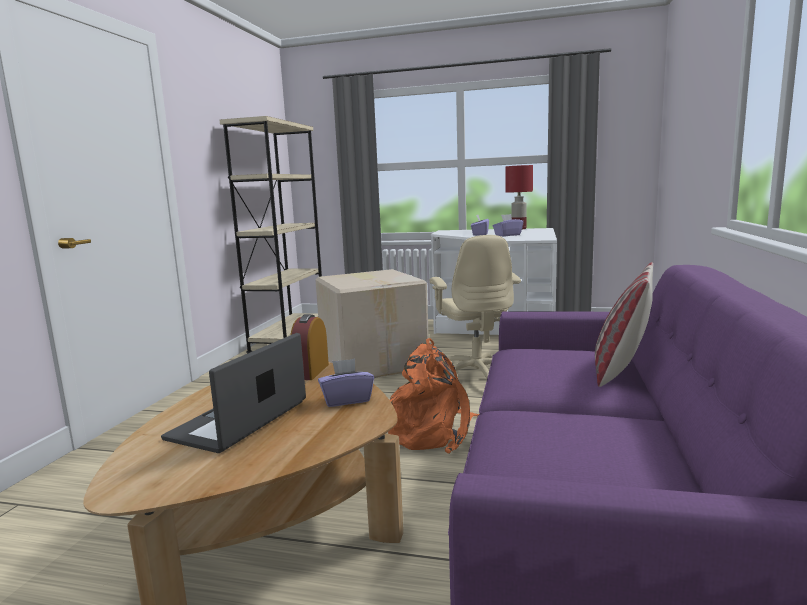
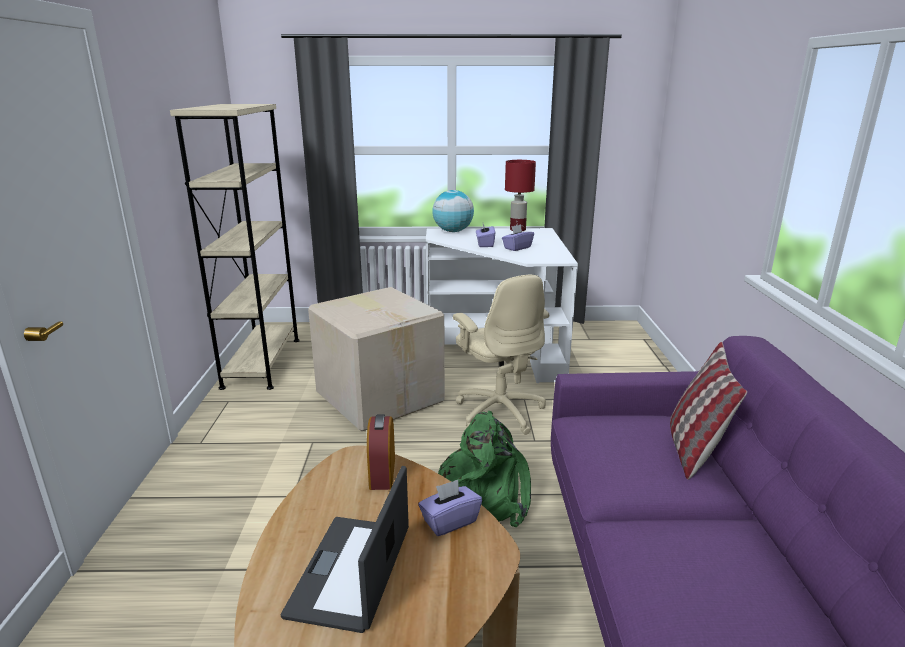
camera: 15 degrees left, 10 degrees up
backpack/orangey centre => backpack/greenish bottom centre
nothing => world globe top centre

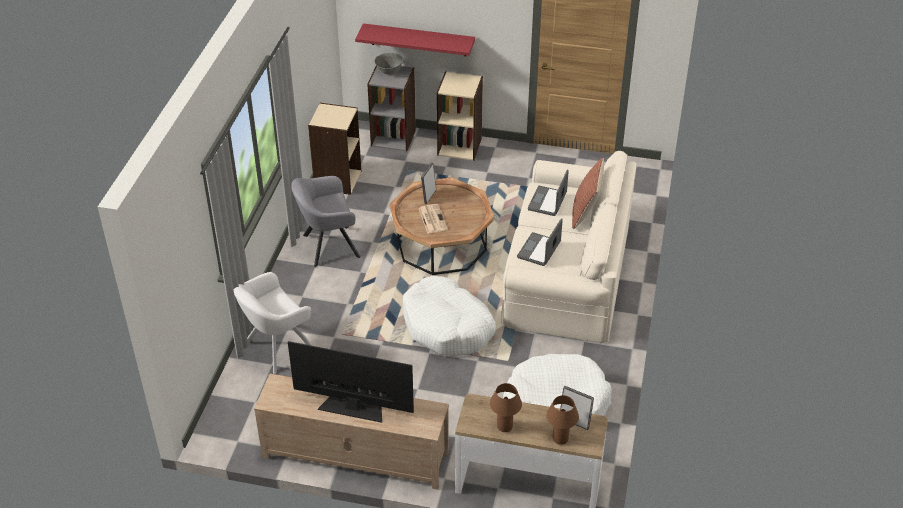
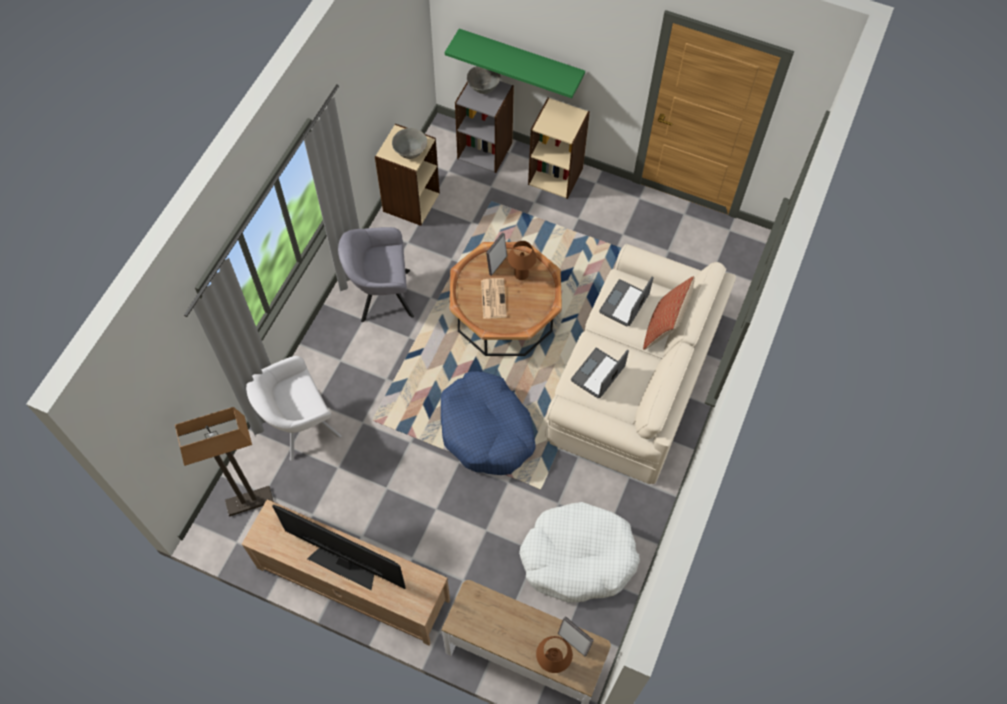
camera: 10 degrees right, 20 degrees up
wall shelf/reddish top centre => wall shelf/greenish top centre
dog cushion/whitish (no. 1 from left) centre => dog cushion/blue centre
tabletop lamp/brown (no. 1 from left) bottom centre => tabletop lamp/brown (no. 1 from left) centre, relocated
nothing => floor lamp middle left
nothing => serving bowl/greyish (no. 1 from left) top centre

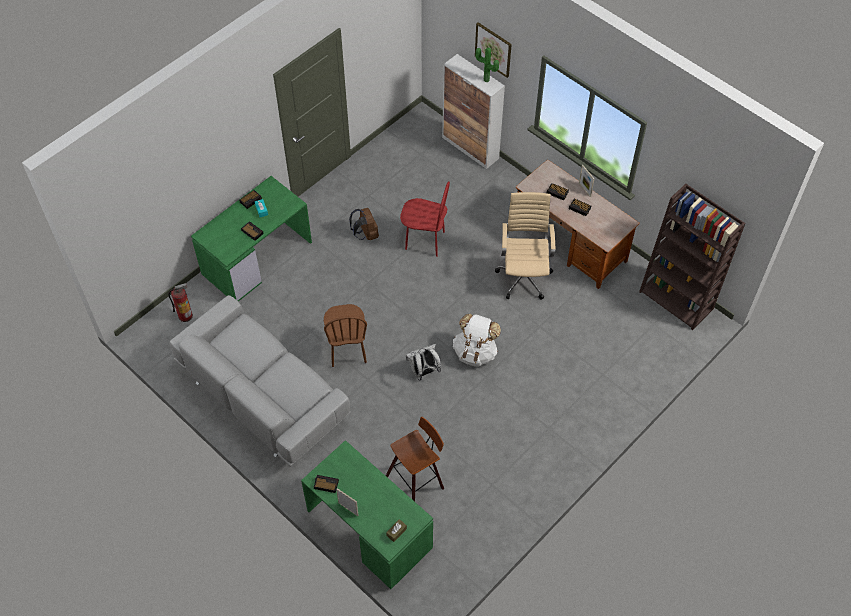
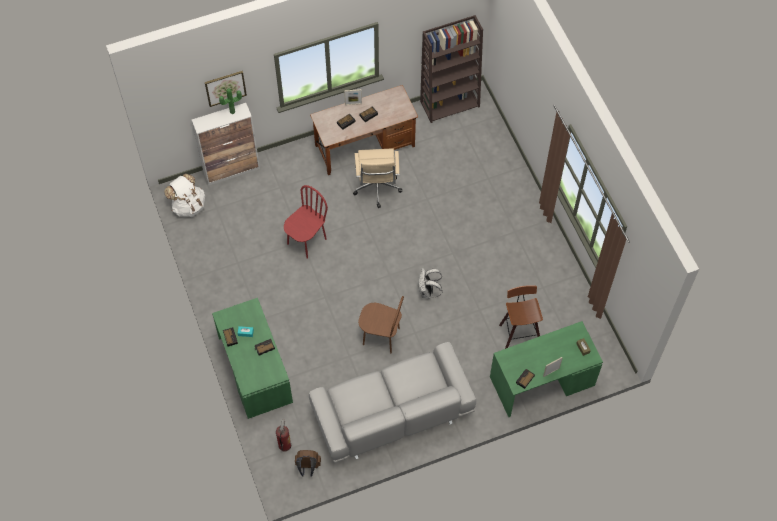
camera: 65 degrees left, 5 degrees up
backpack/brown centre => backpack/brown bottom centre, relocated
backpack/whitish (no. 2 from left in the first image) centre => backpack/whitish (no. 1 from left) middle left, relocated
office chair/beige-coloured centre, 120 degrees counterclockwise

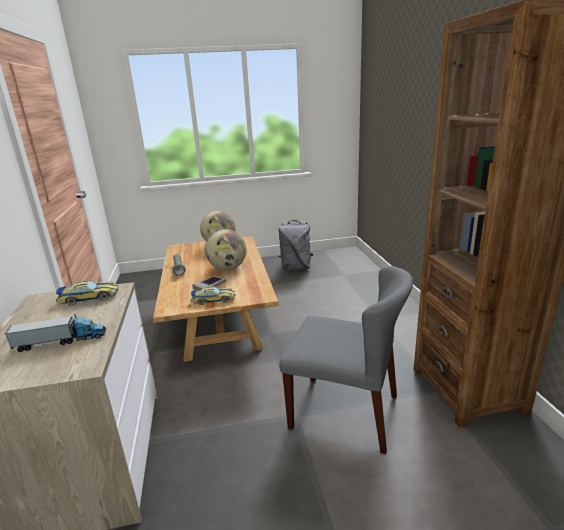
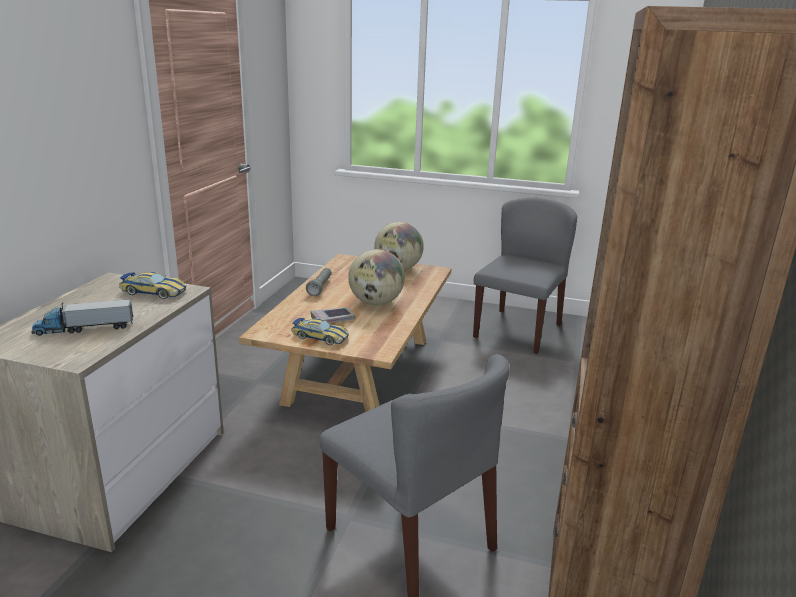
camera: 25 degrees right, 0 degrees up
toy truck middle left, 150 degrees clockwise
backpack/greyish centre => upright chair/greyish (no. 2 from left) centre

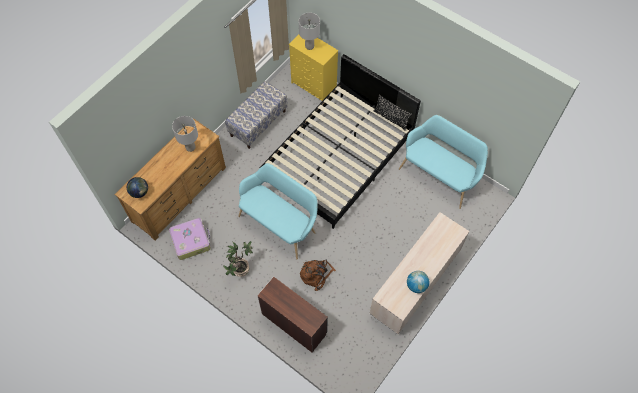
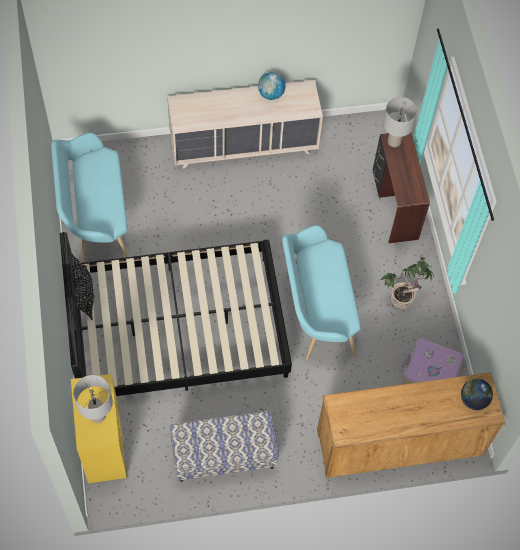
camera: 140 degrees left, 0 degrees up
tabletop lamp/greyish (no. 1 from left in the first image) middle left => tabletop lamp/greyish (no. 2 from left) top right, relocated
backpack/brown bottom centre => nothing

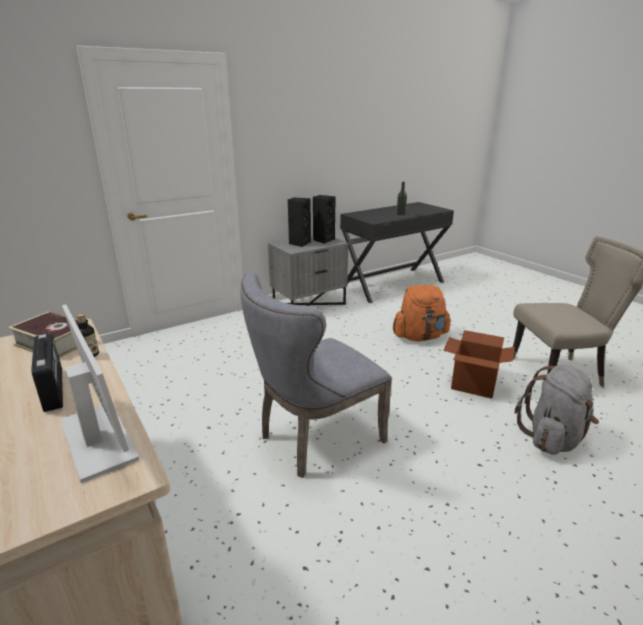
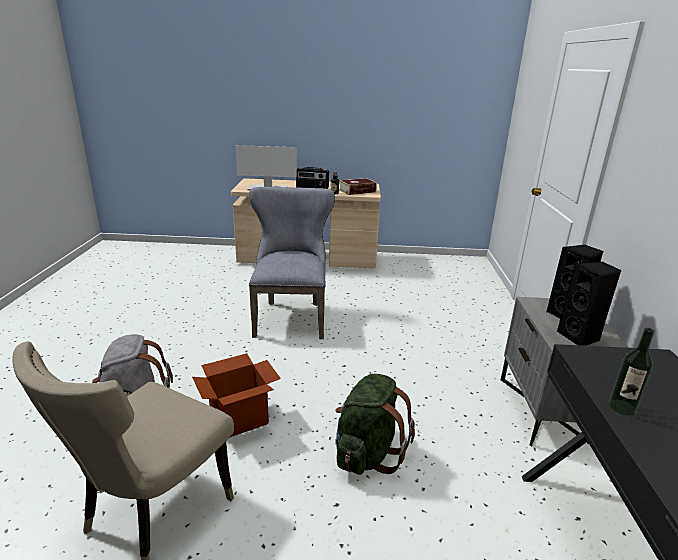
camera: 125 degrees right, 0 degrees up
backpack/orangey centre => backpack/greenish bottom centre

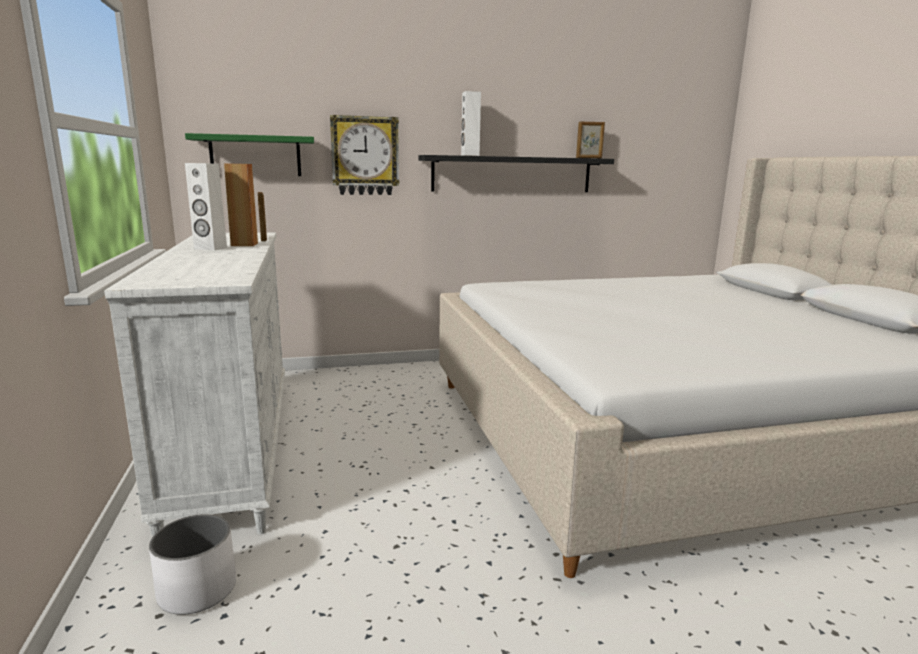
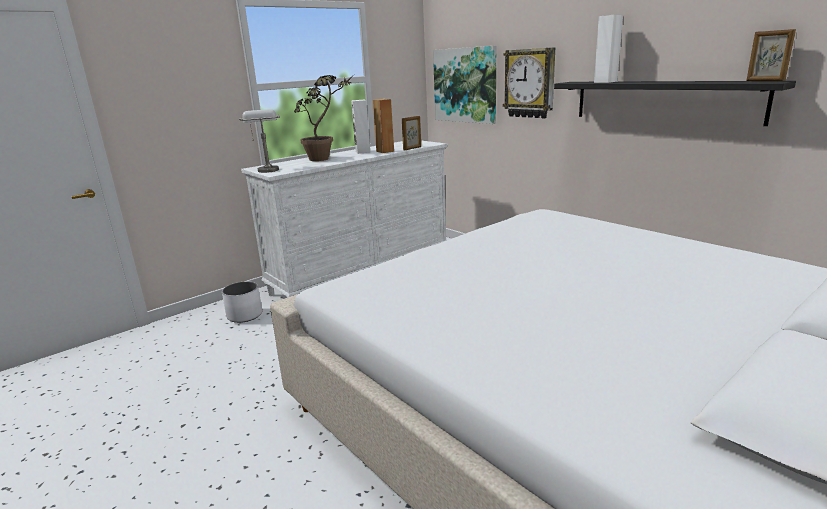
camera: 65 degrees right, 5 degrees up
wall shelf/greenish top left => picture top centre
nothing => tabletop lamp/greyish top left
nothing => plant in a pot top centre

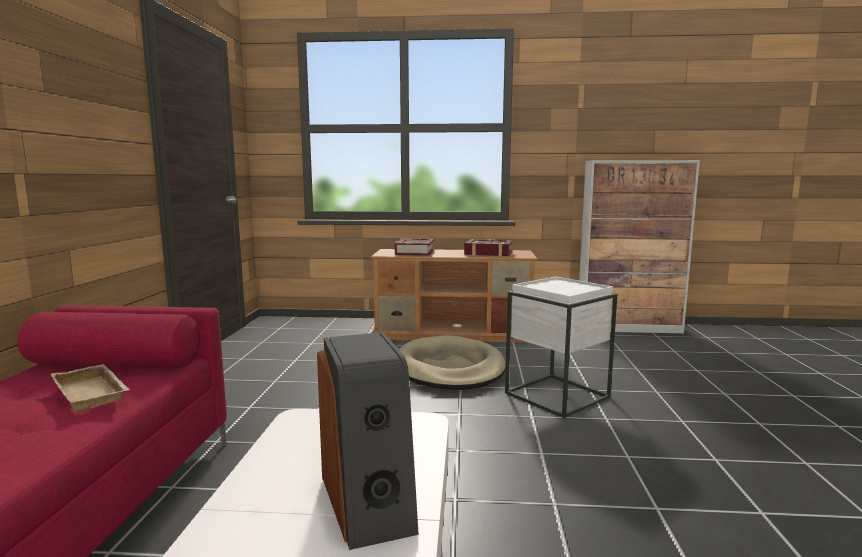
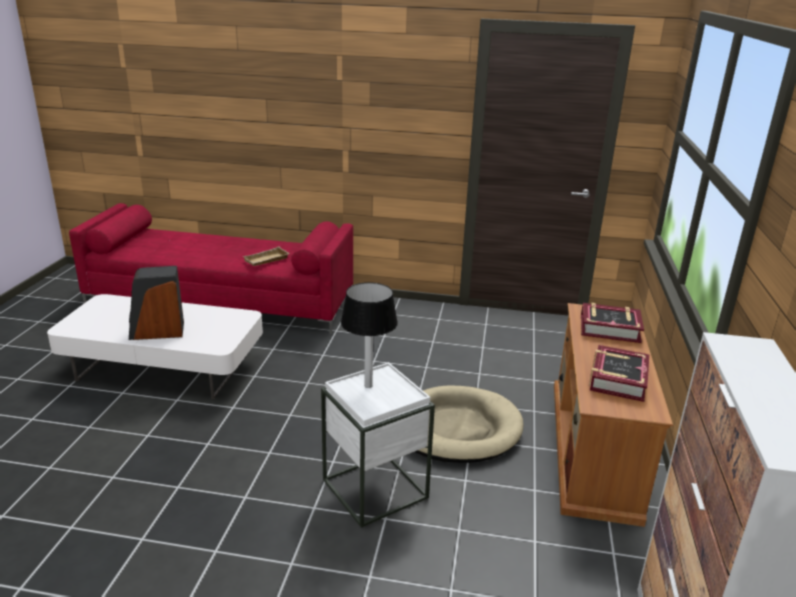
camera: 95 degrees right, 15 degrees up
nothing => tabletop lamp centre

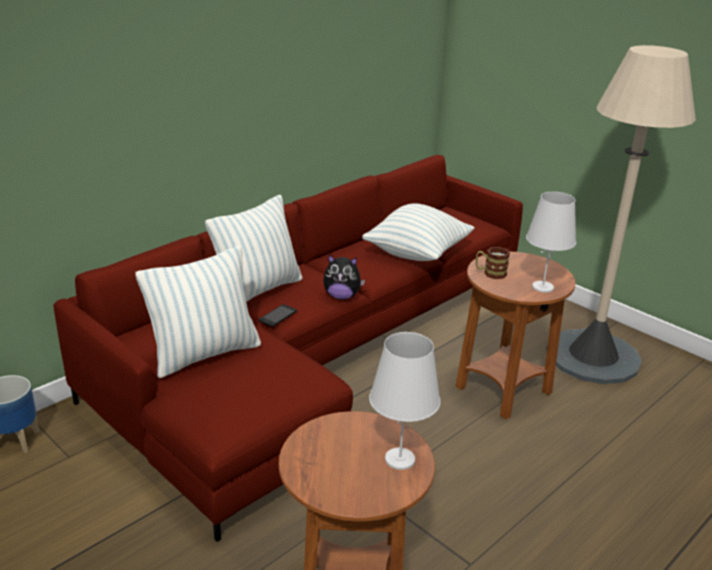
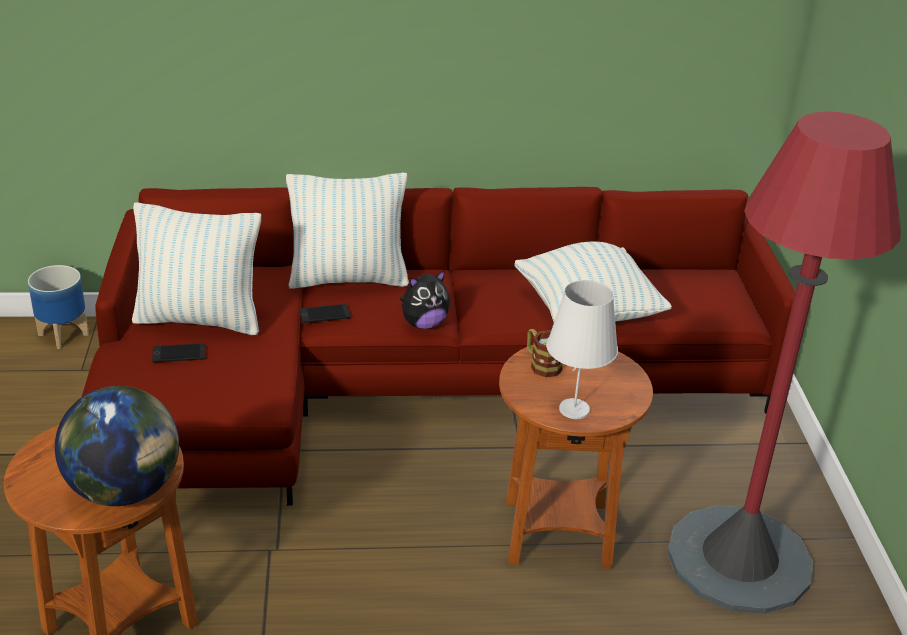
camera: 40 degrees right, 5 degrees up
cuddly toy centre, 75 degrees counterclockwise
tabletop lamp/whitish (no. 1 from left) bottom centre => world globe bottom left
floor lamp/beige-coloured middle right => floor lamp/reddish middle right
nothing => phone (no. 1 from left) middle left

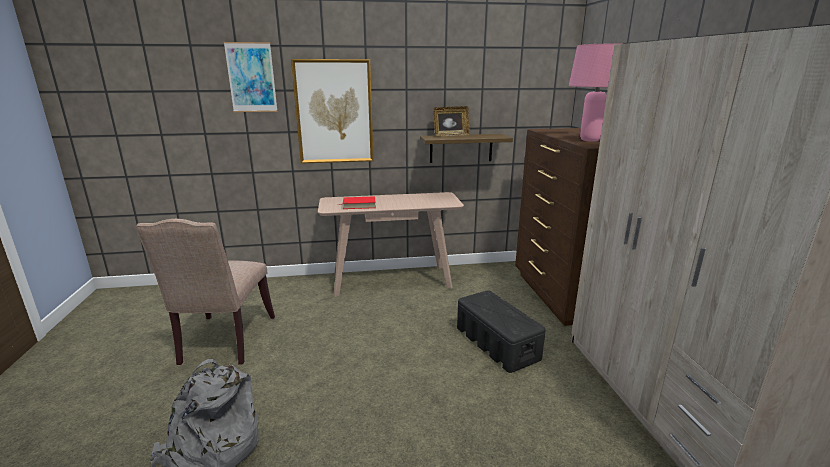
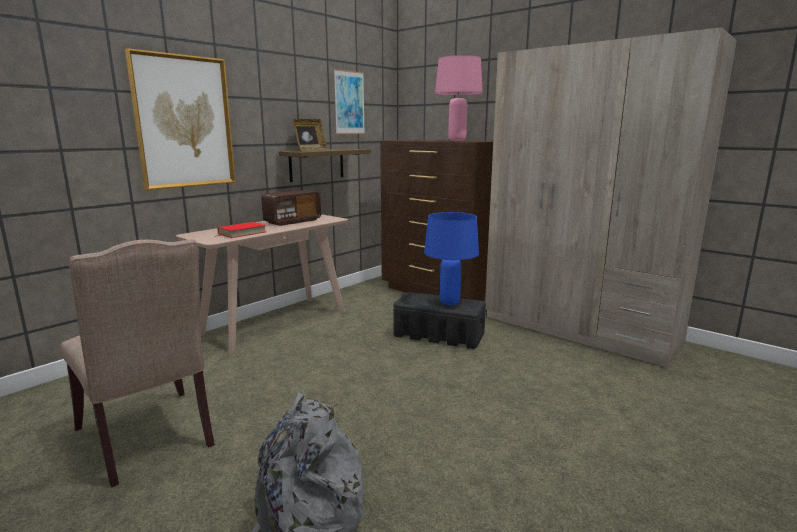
camera: 40 degrees left, 5 degrees down
picture (no. 1 from left in the first image) top left => picture (no. 2 from left) top centre, relocated
nothing => radio set centre
nothing => tabletop lamp/blue centre

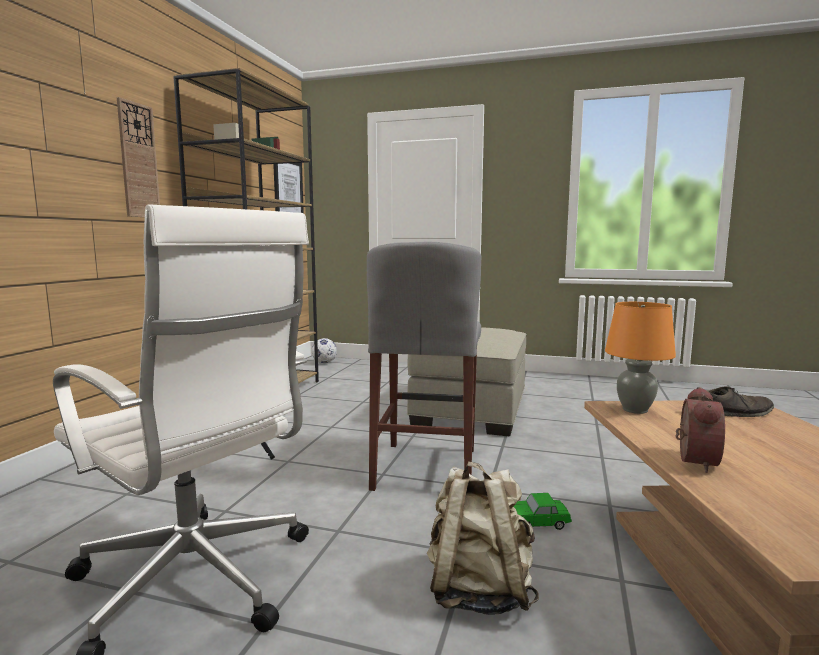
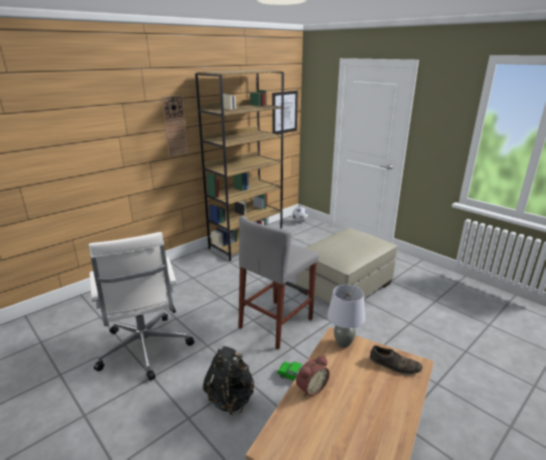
camera: 30 degrees right, 15 degrees up
backpack/beige-coloured bottom centre => backpack/black bottom centre
tabletop lamp/orangey middle right => tabletop lamp/greyish bottom centre

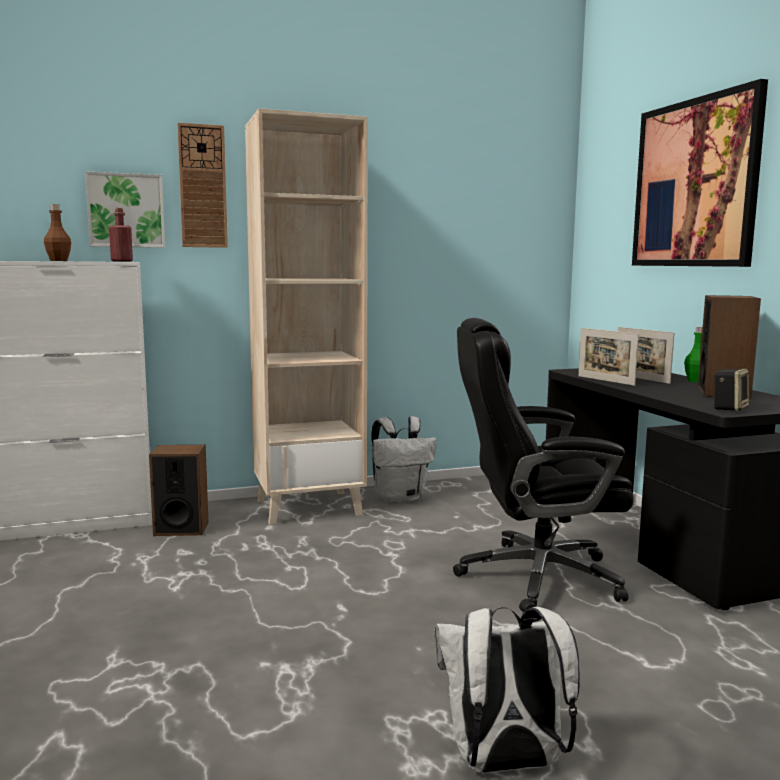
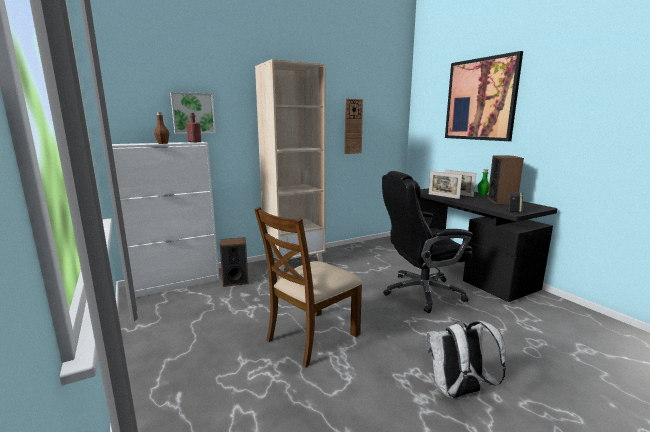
camera: 10 degrees left, 5 degrees up
hanging clock top left => hanging clock top centre, relocated
backpack/whitish (no. 1 from left) centre => nothing
nothing => upright chair/brown centre

